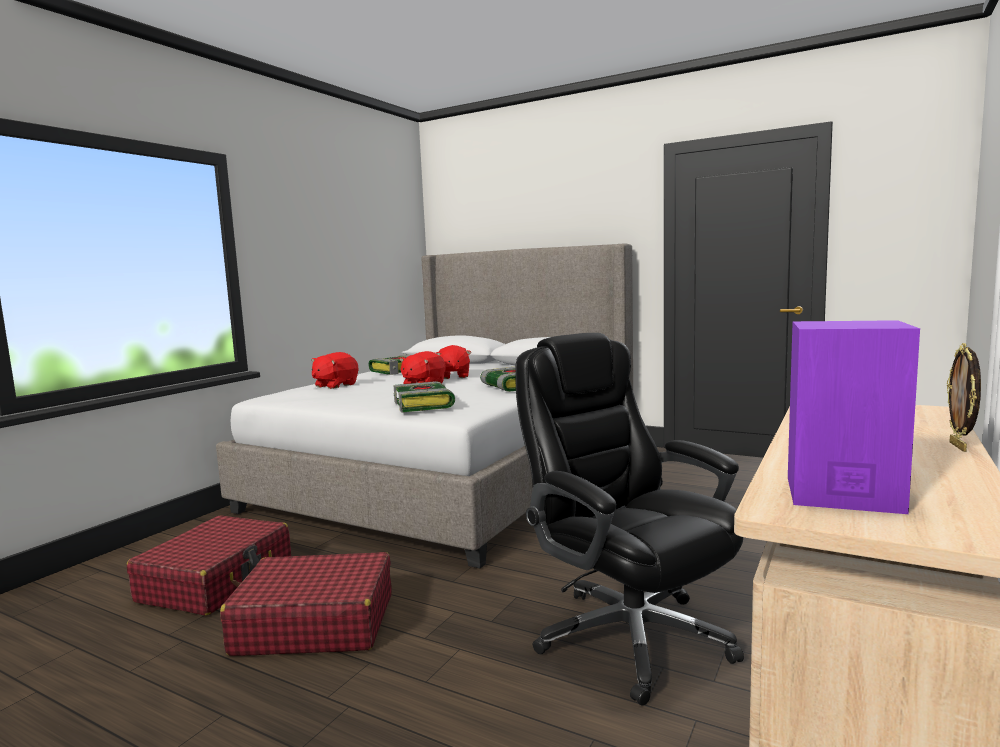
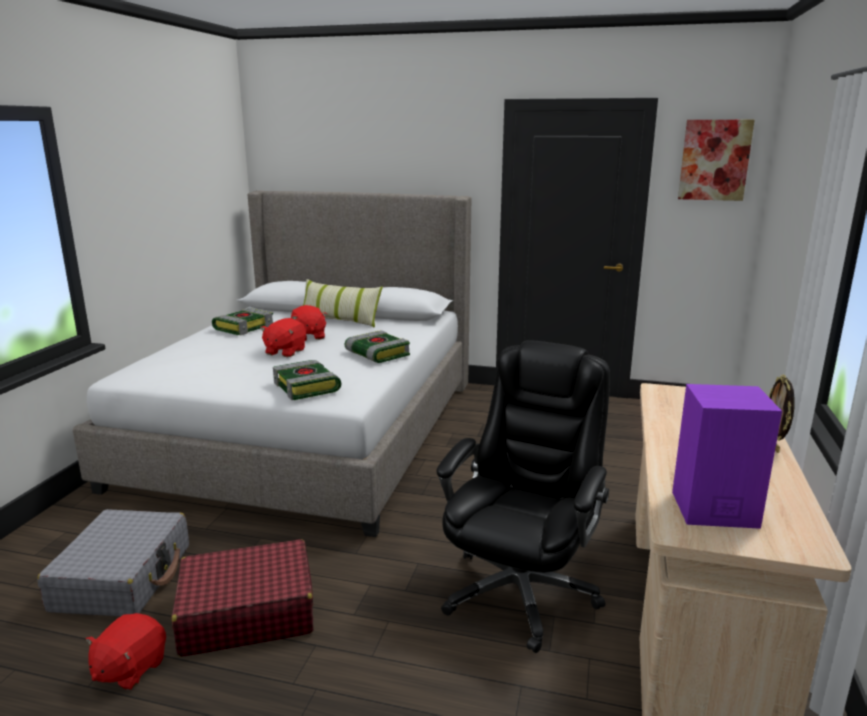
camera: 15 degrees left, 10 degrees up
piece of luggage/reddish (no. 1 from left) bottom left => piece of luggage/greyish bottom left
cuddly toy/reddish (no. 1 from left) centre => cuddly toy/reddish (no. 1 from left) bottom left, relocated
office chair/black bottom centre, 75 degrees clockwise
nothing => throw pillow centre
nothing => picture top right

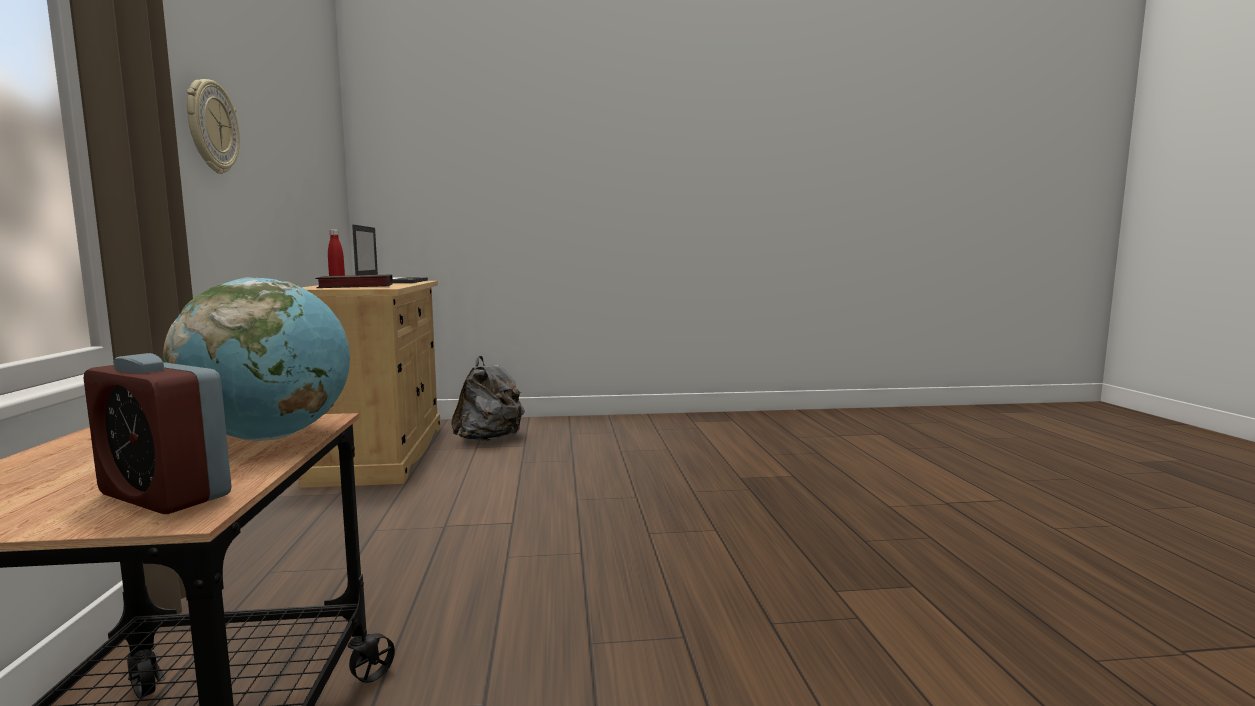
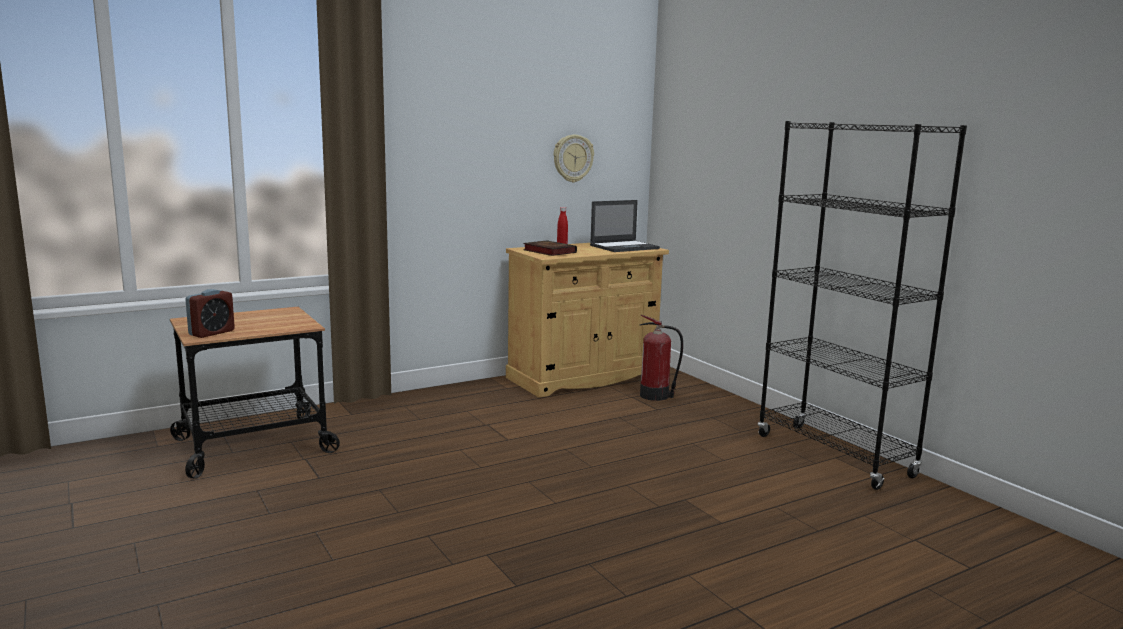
camera: 65 degrees right, 5 degrees up
table clock middle left, 150 degrees counterclockwise
world globe middle left => nothing
hanging clock top left => hanging clock top centre, relocated
backpack/greyish centre => fire extinguisher centre
nothing => bookshelf/black middle right

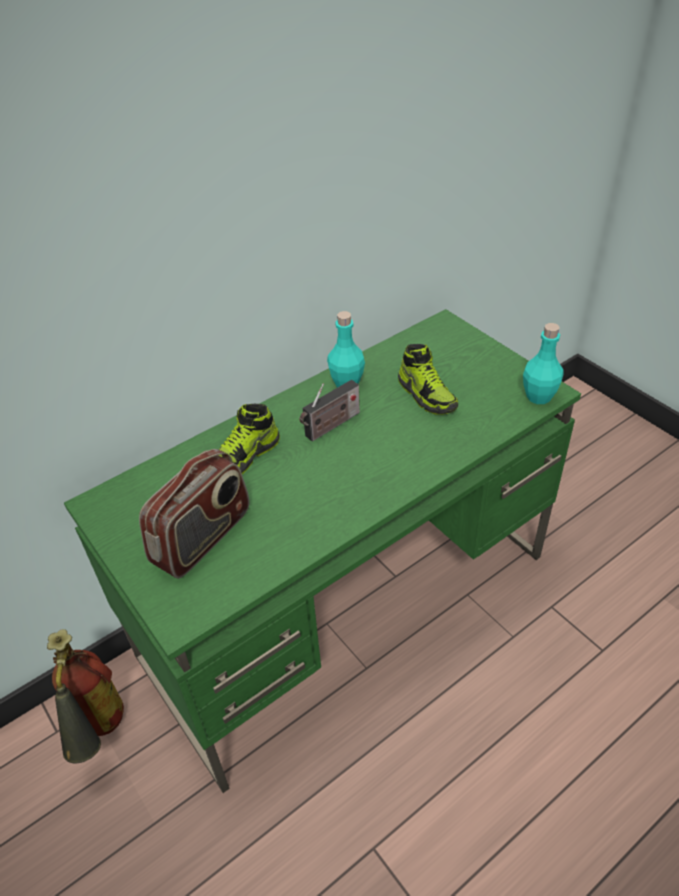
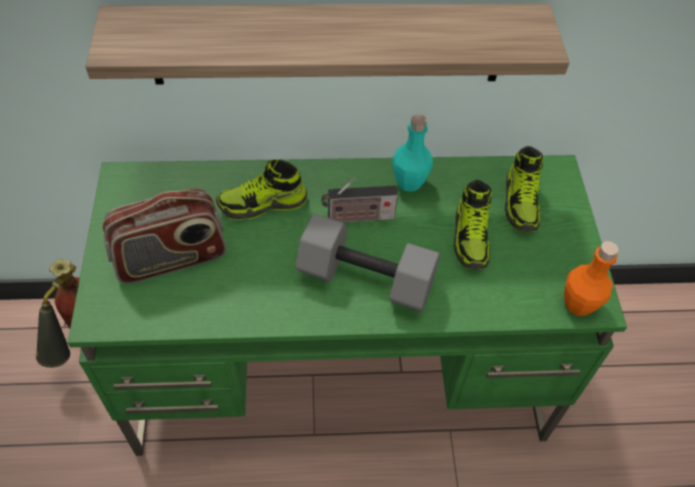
camera: 30 degrees right, 10 degrees up
drink bottle/turquoise-coloured (no. 2 from left) middle right => drink bottle/orangey middle right
nothing => wall shelf top centre
nothing => dumbbell/greyish centre
nothing => low shoe (no. 3 from left) middle right

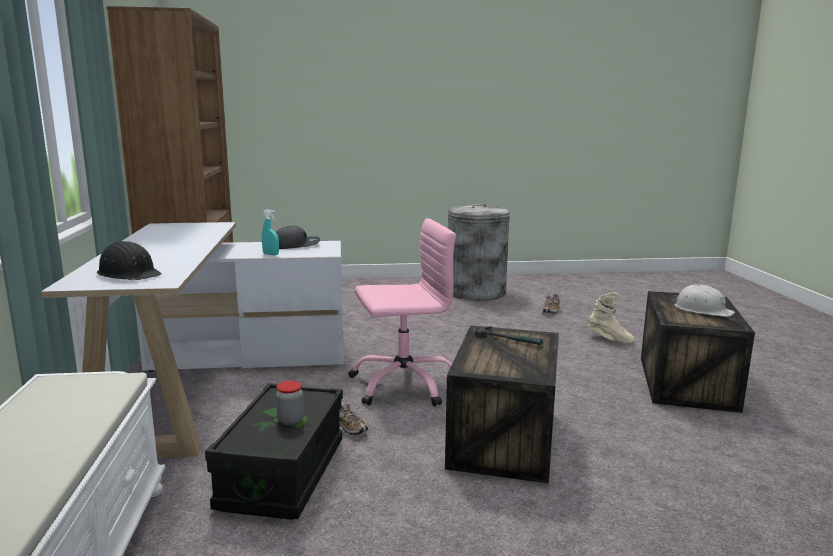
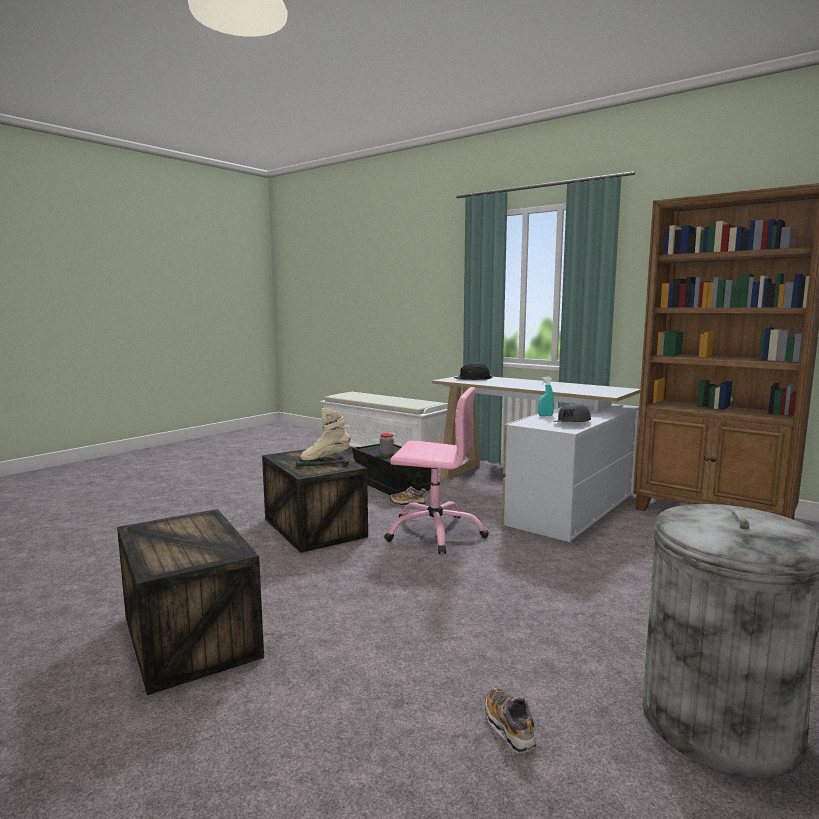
camera: 135 degrees right, 5 degrees down
office chair/pink centre, 105 degrees counterclockwise
boot/beige-coloured middle right => boot/beige-coloured centre, relocated
safety helmet/whitish middle right => nothing

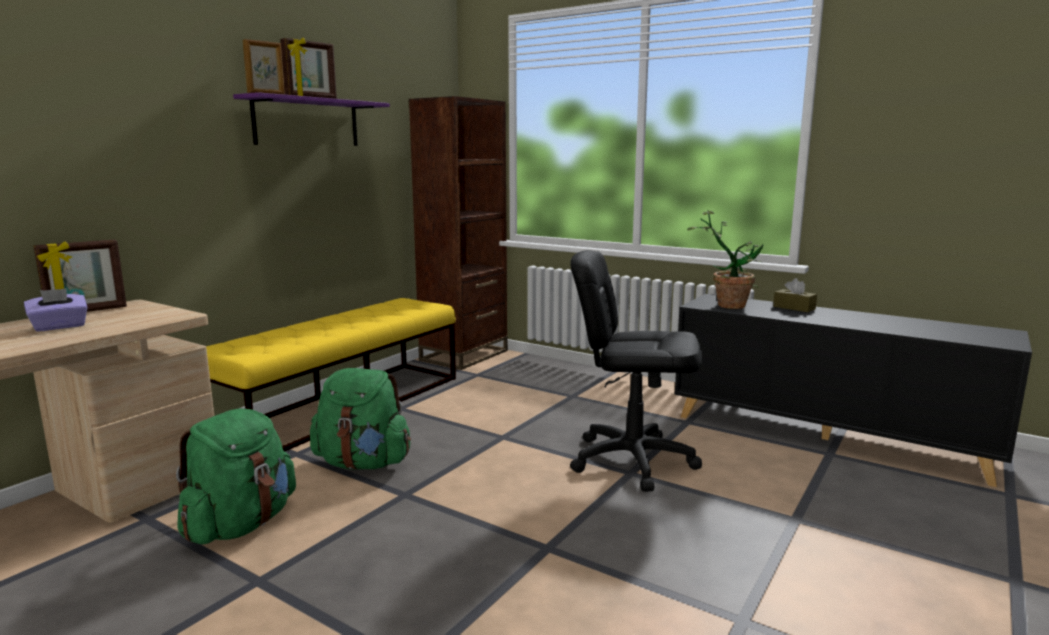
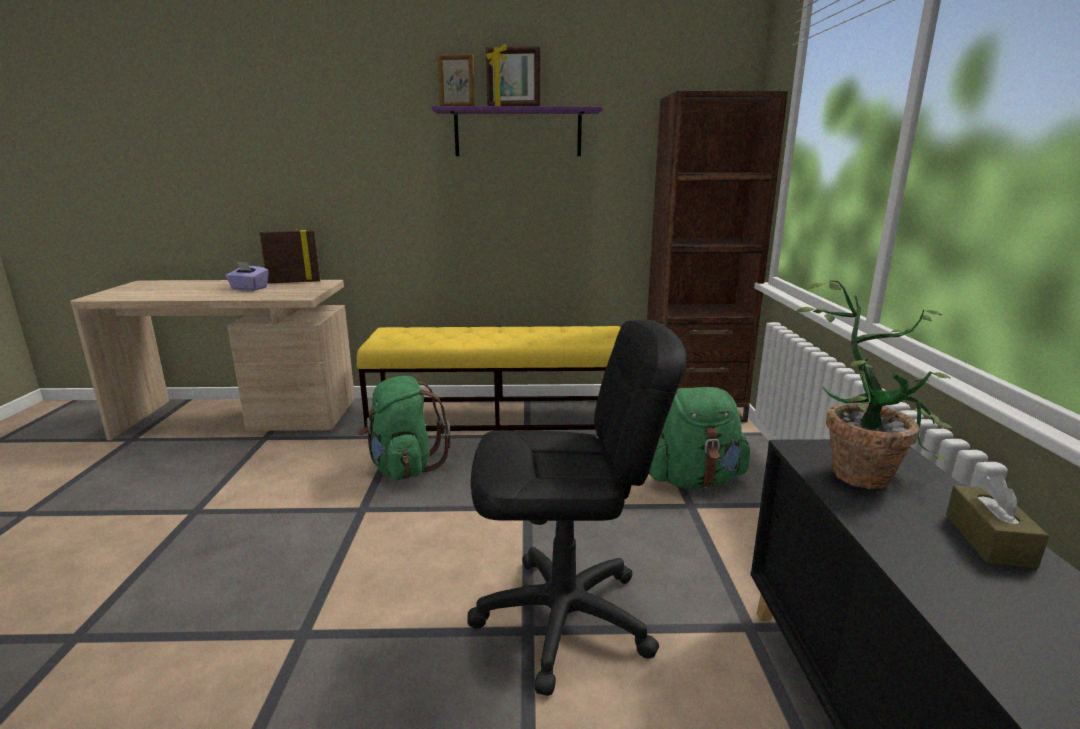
camera: 55 degrees right, 5 degrees up
picture frame (no. 1 from left) middle left, 150 degrees clockwise
backpack/greenish (no. 1 from left in the first image) bottom left => backpack/greenish (no. 2 from left) centre, relocated
office chair/black centre => office chair/black bottom centre, 105 degrees clockwise

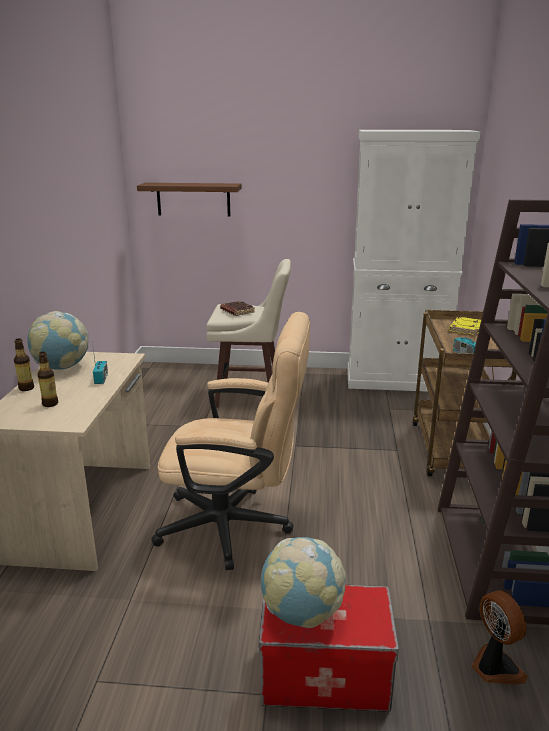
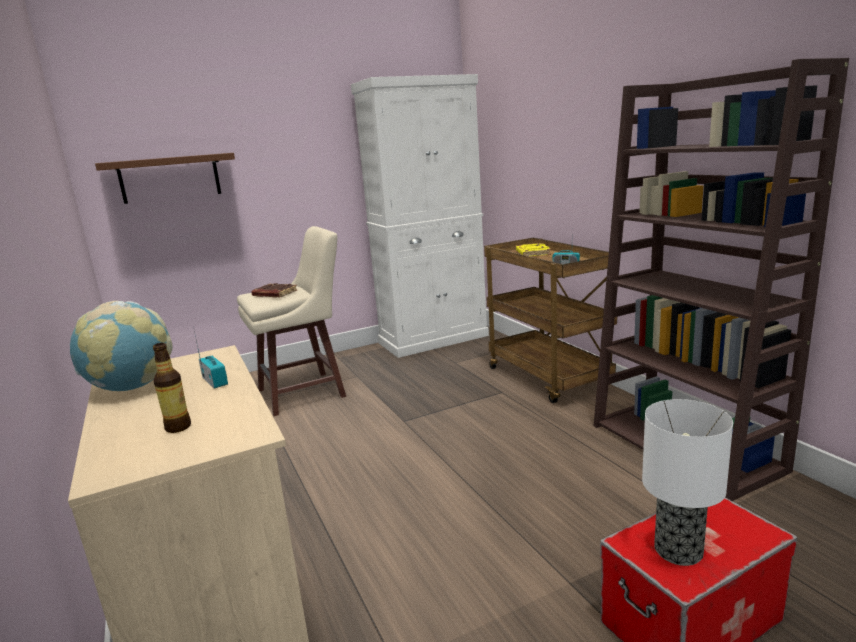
camera: 30 degrees left, 5 degrees down
drink bottle (no. 1 from left) middle left => nothing
office chair/beige-coloured centre => nothing
world globe (no. 2 from left) bottom centre => tabletop lamp bottom right
electric fan bottom right => nothing

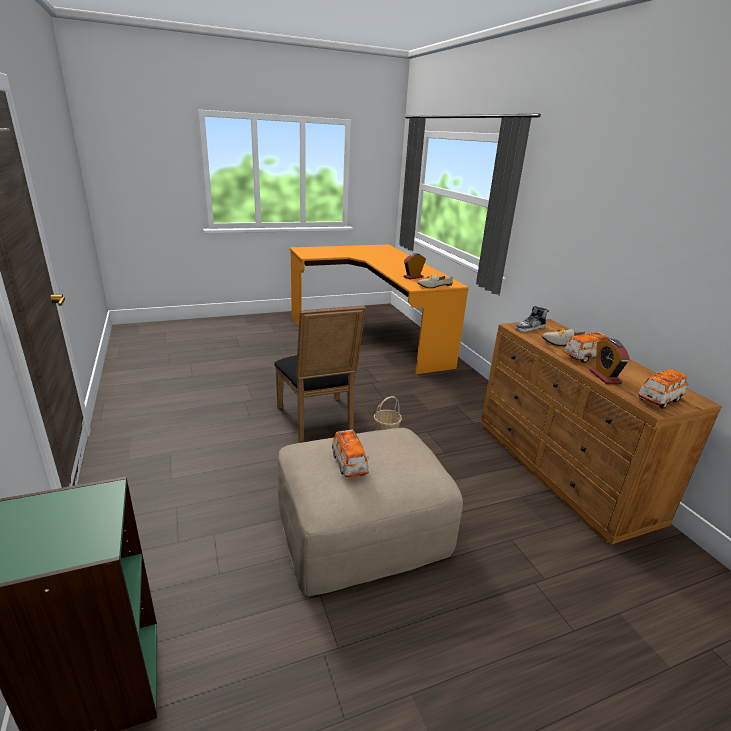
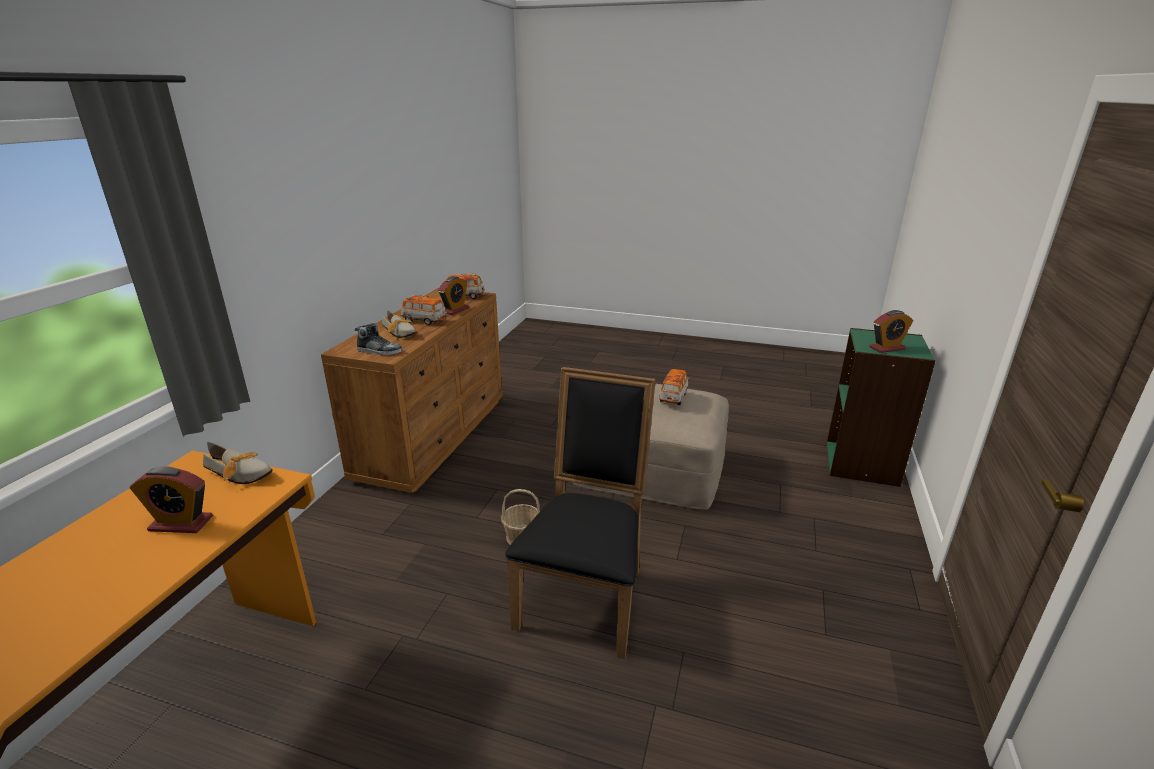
camera: 140 degrees left, 0 degrees up
nothing => table clock (no. 3 from left) middle right

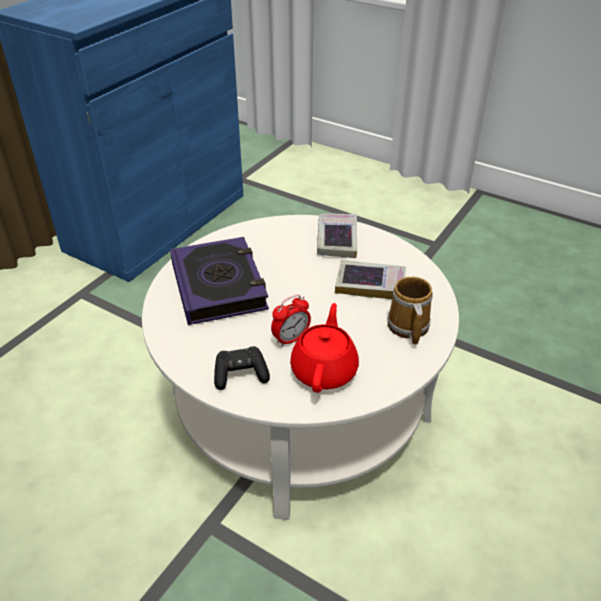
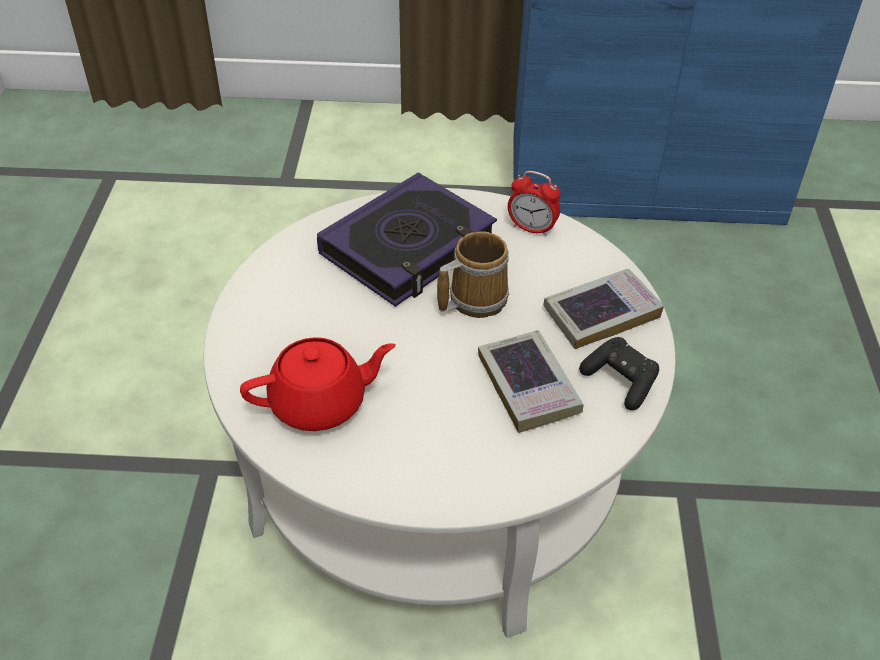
camera: 60 degrees right, 5 degrees up
gamepad/black centre => gamepad/black middle right, relocated
table clock centre => table clock top centre, relocated
tea mug middle right => tea mug centre, relocated

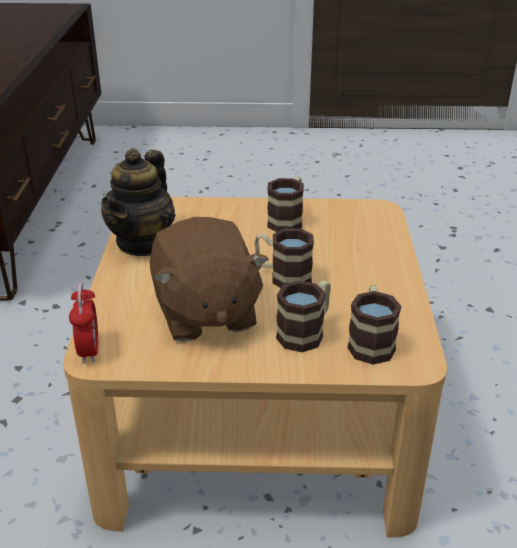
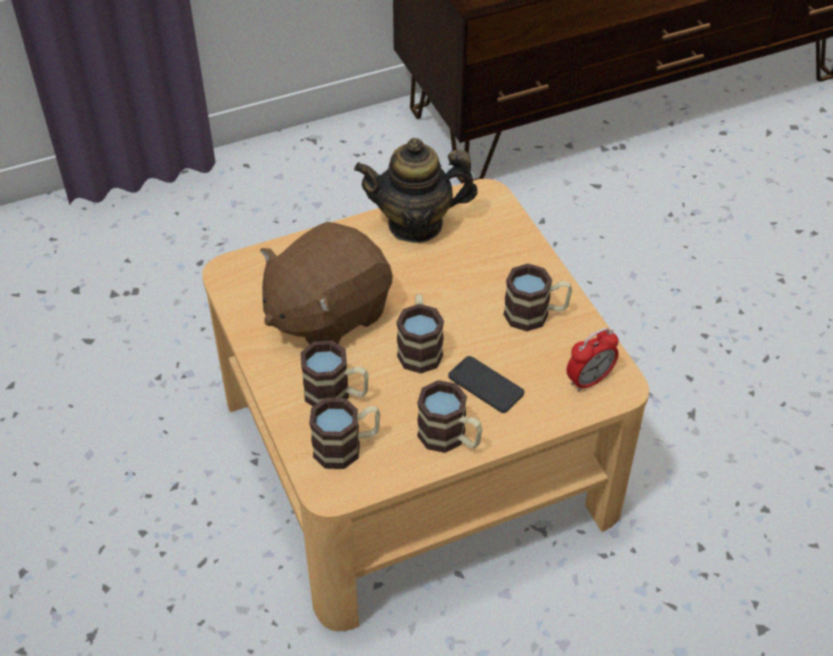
camera: 65 degrees right, 15 degrees up
table clock middle left => table clock middle right, relocated
nothing => tea mug (no. 4 from left) centre
nothing => phone centre

